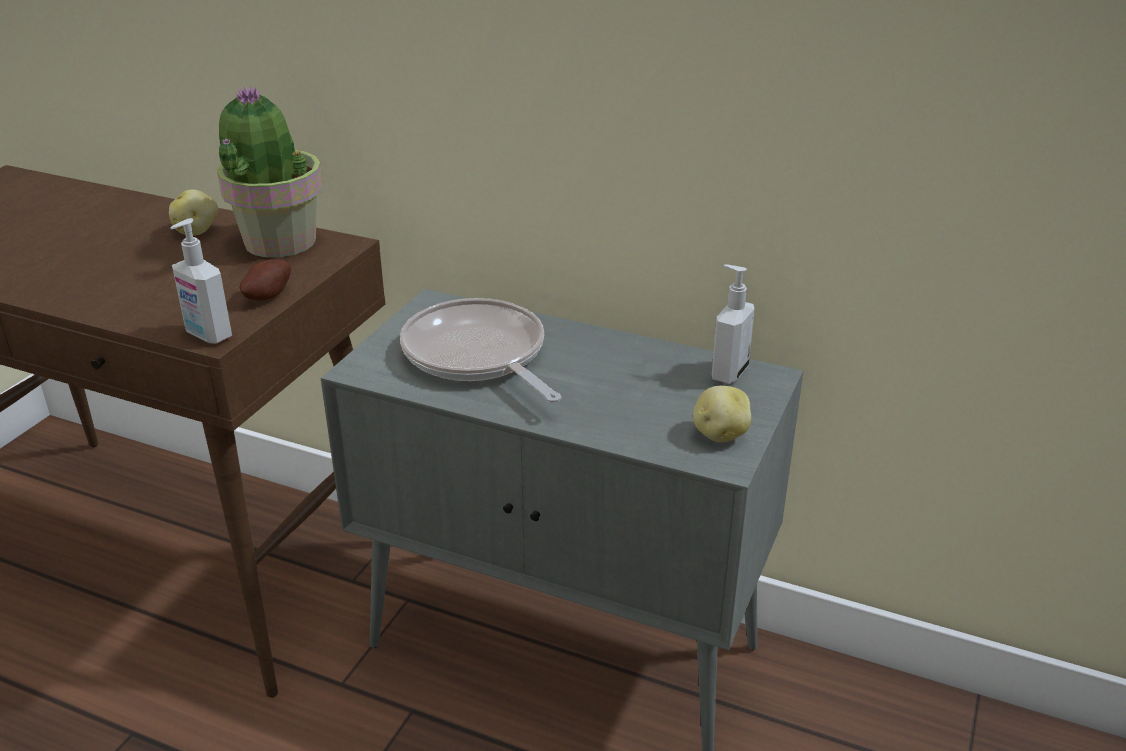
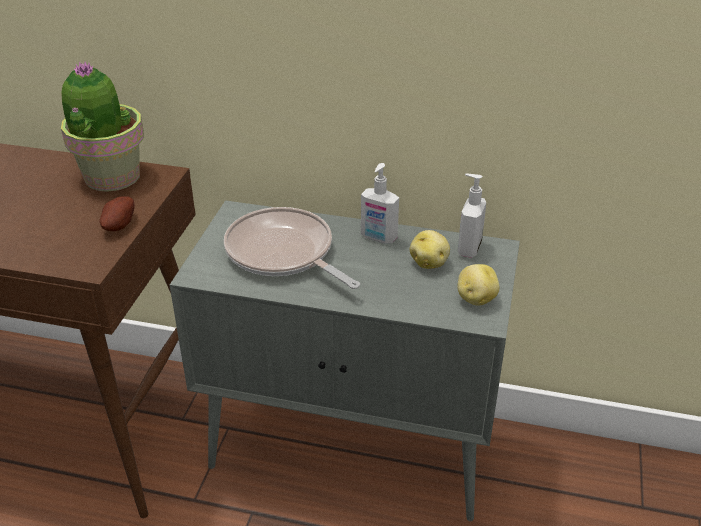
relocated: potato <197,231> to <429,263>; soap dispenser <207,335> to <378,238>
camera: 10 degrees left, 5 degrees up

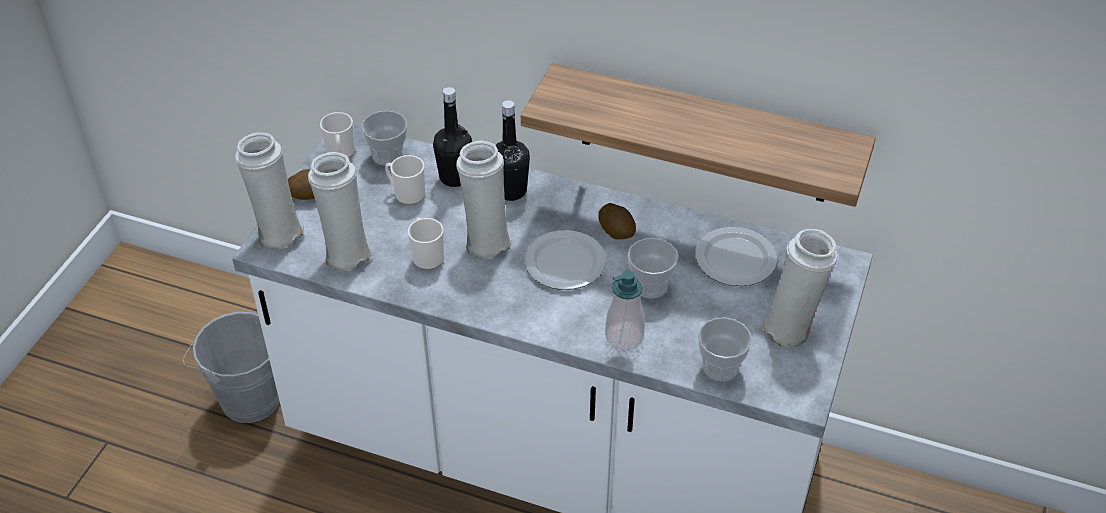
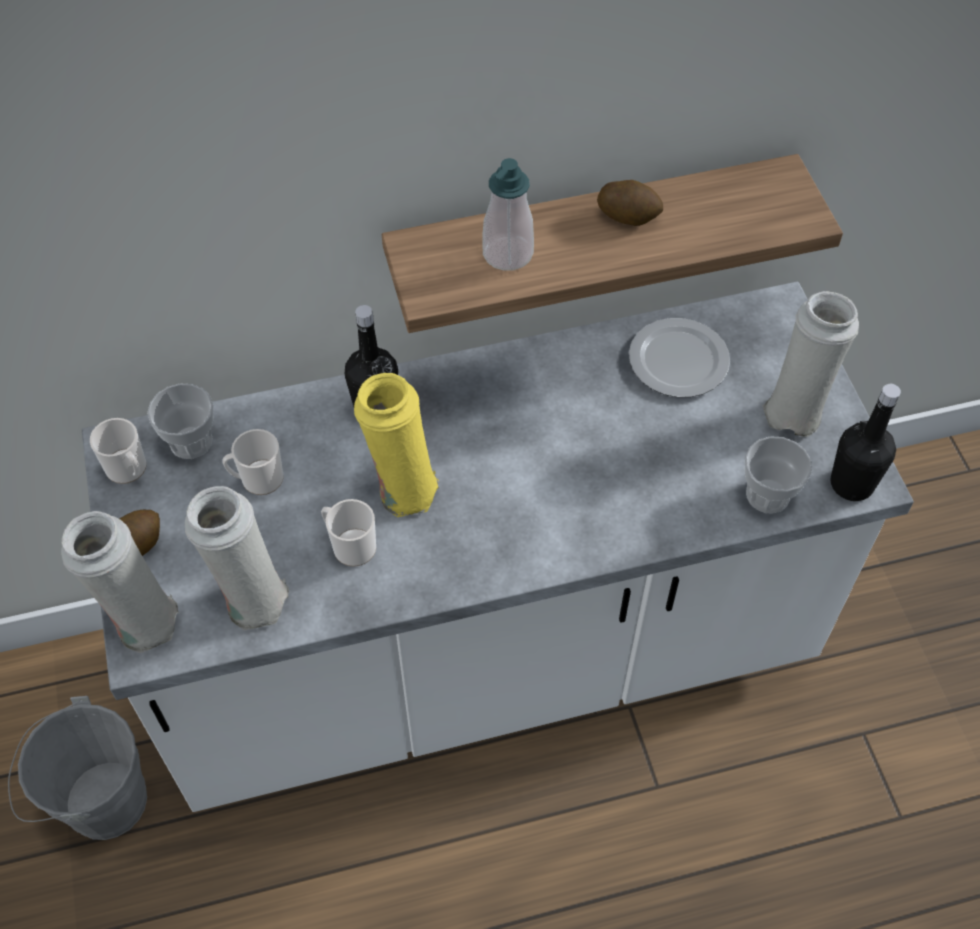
missing: plate <565,262>; cup <650,286>
relocated: bottle (black) <455,177> to <851,484>; potato <617,231> to <628,215>; soap dispenser <624,336> to <507,254>
colour: vase (white) <485,241> to vase (yellow) <402,489>
camera: 35 degrees left, 10 degrees up

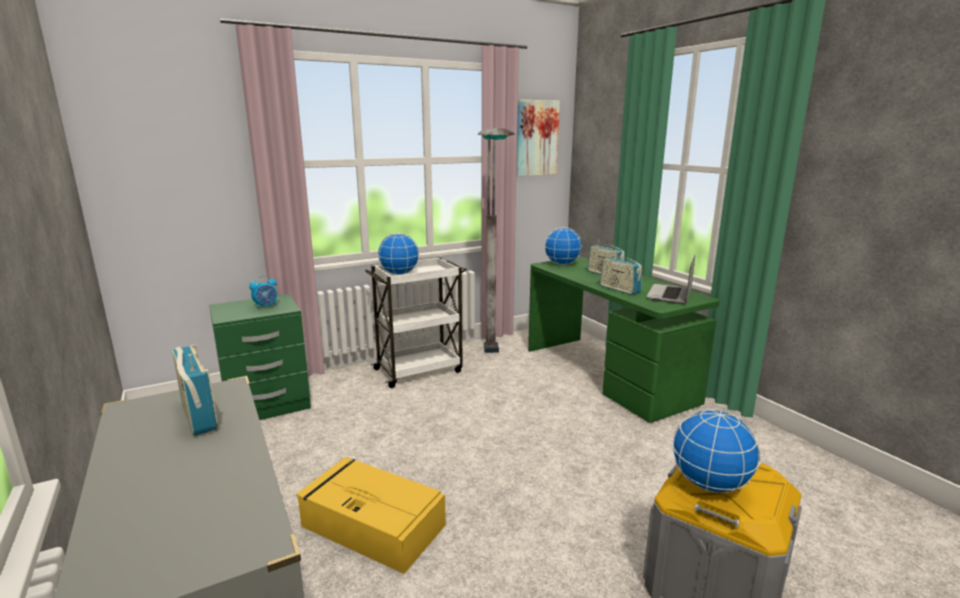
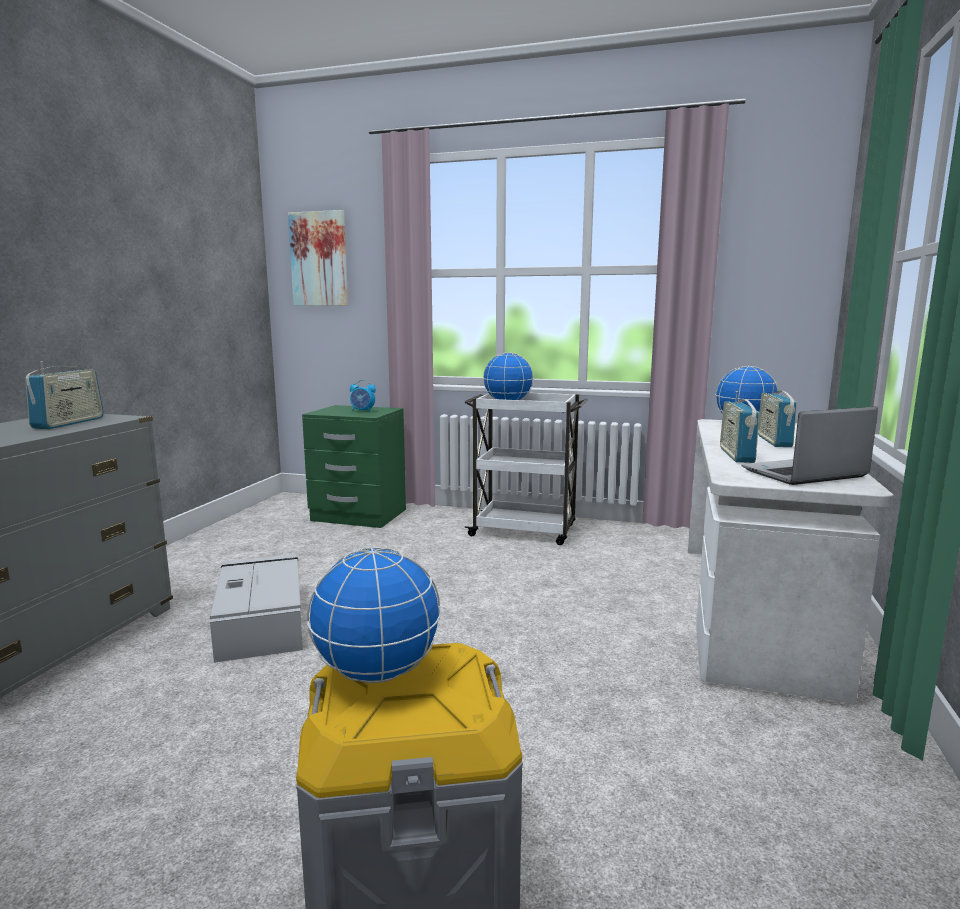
missing: floor lamp (grey) <493,362>
relocated: picture <536,138> to <319,259>
colour: storage box (yellow) <371,525> to storage box (grey) <261,620>; desk (green) <606,374> to desk (white) <755,610>
camera: 45 degrees right, 5 degrees down

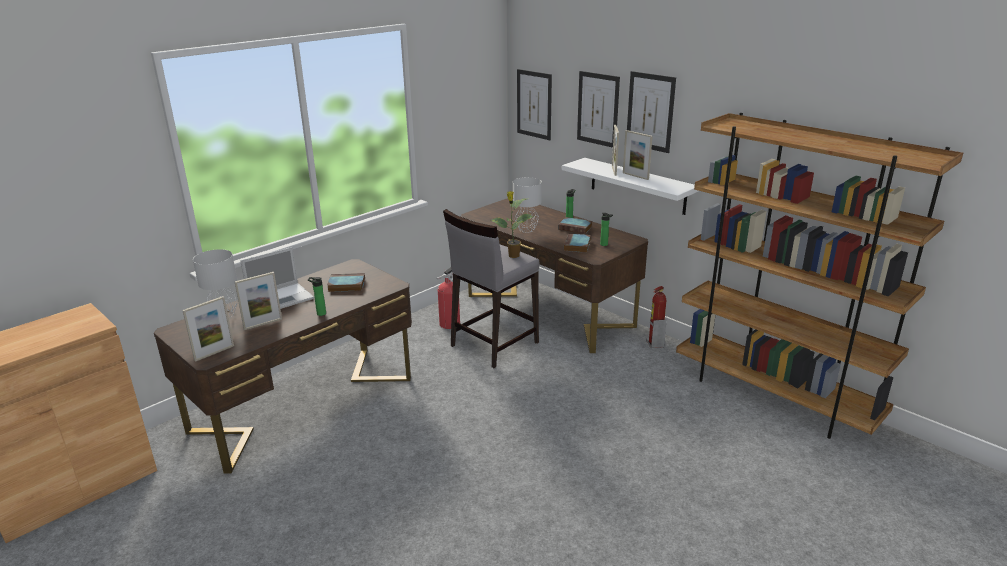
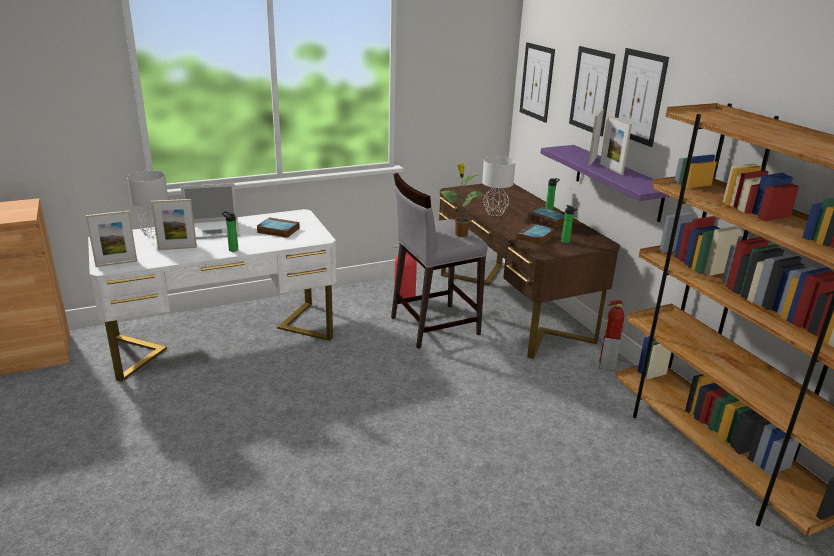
colour: desk (brown) <305,404> to desk (white) <224,338>; shelf (white) <637,186> to shelf (purple) <618,182>
camera: 20 degrees right, 0 degrees up

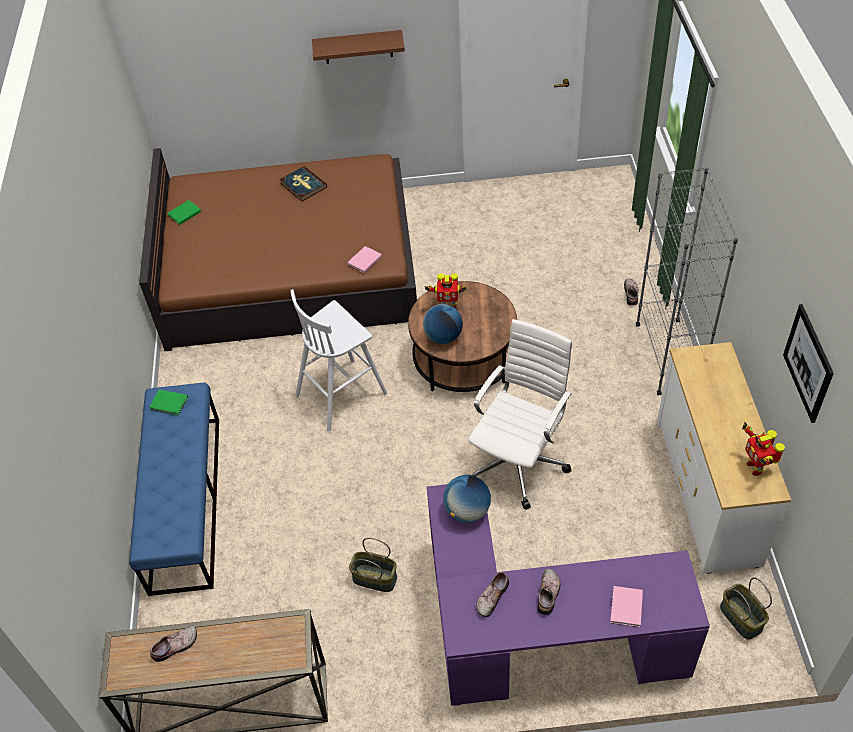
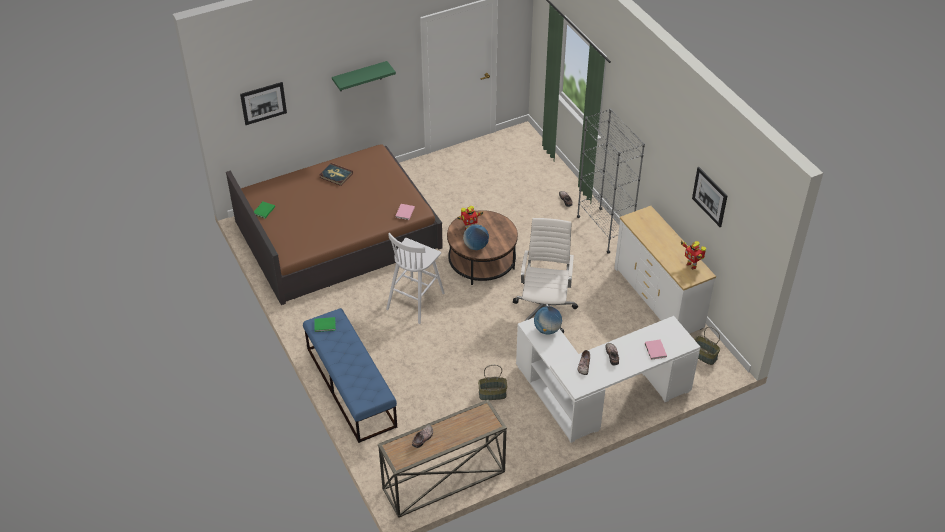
appeared: picture <263,103>
colour: shelf (brown) <358,47> to shelf (green) <360,76>; desk (purple) <536,636> to desk (white) <599,396>
camera: 25 degrees left, 5 degrees down

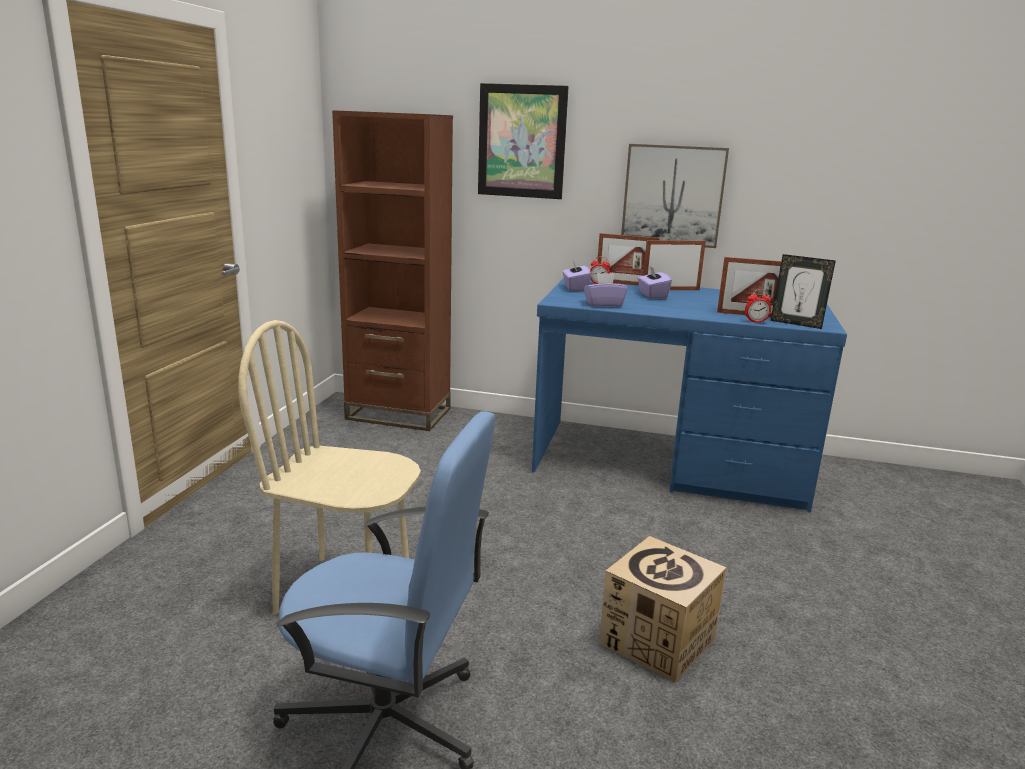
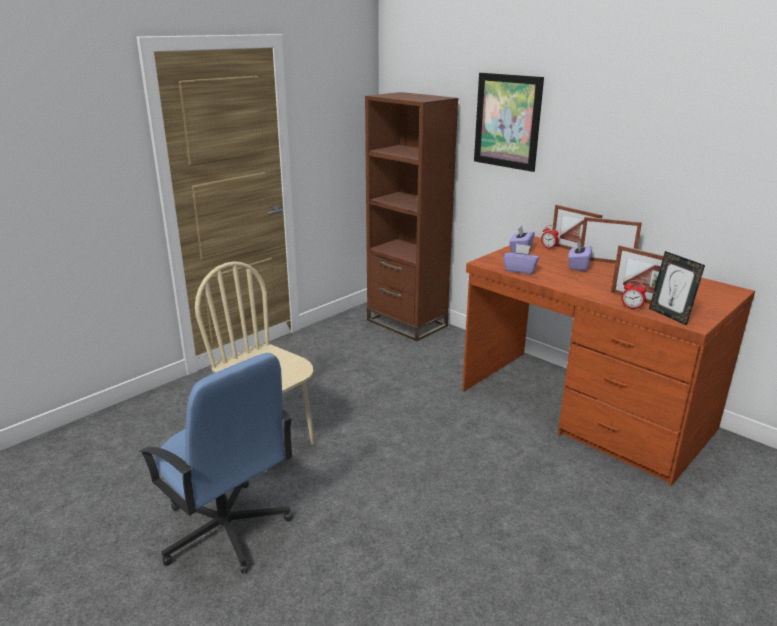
missing: cardboard box <657,641>; picture <673,195>
colour: desk (blue) <669,463> to desk (brown) <583,410>
camera: 30 degrees right, 5 degrees up

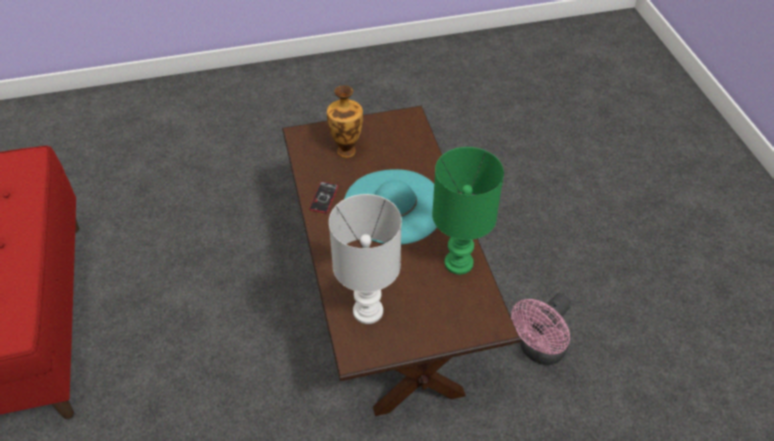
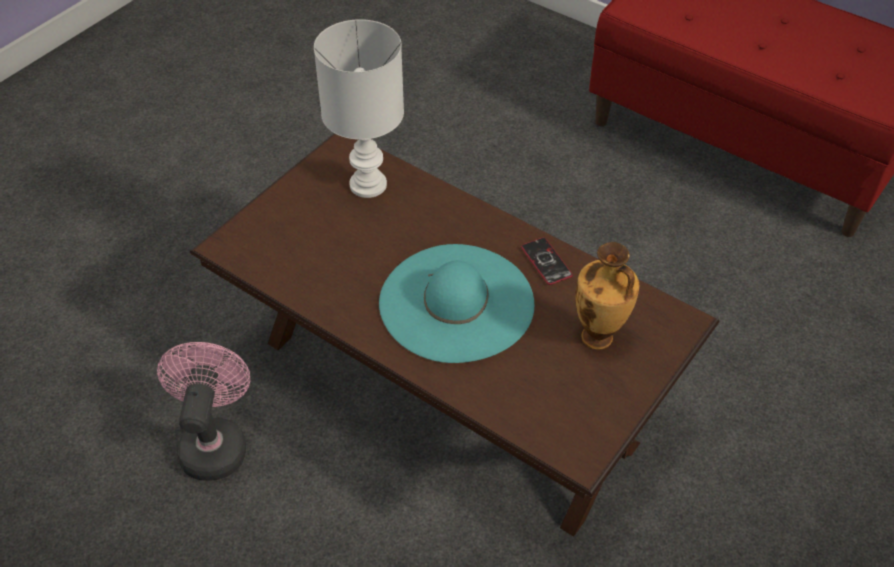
missing: table lamp (green) <459,264>
camera: 140 degrees right, 0 degrees up

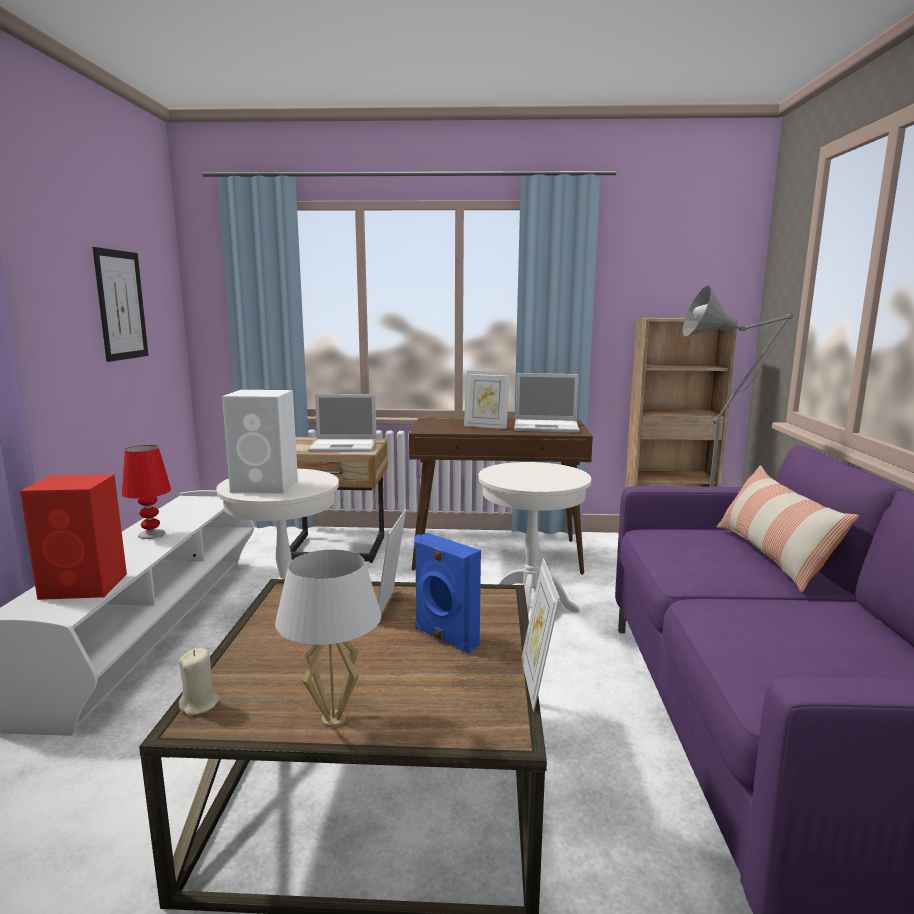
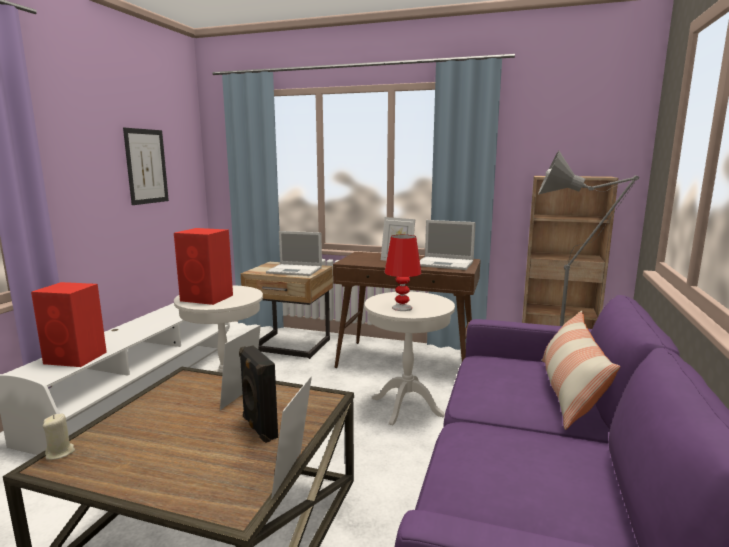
missing: table lamp (white) <333,719>
relocated: table lamp (red) <151,534> to <402,308>
colour: speaker (white) <266,486> to speaker (red) <208,298>; speaker (blue) <444,638> to speaker (black) <258,428>
camera: 15 degrees right, 0 degrees up

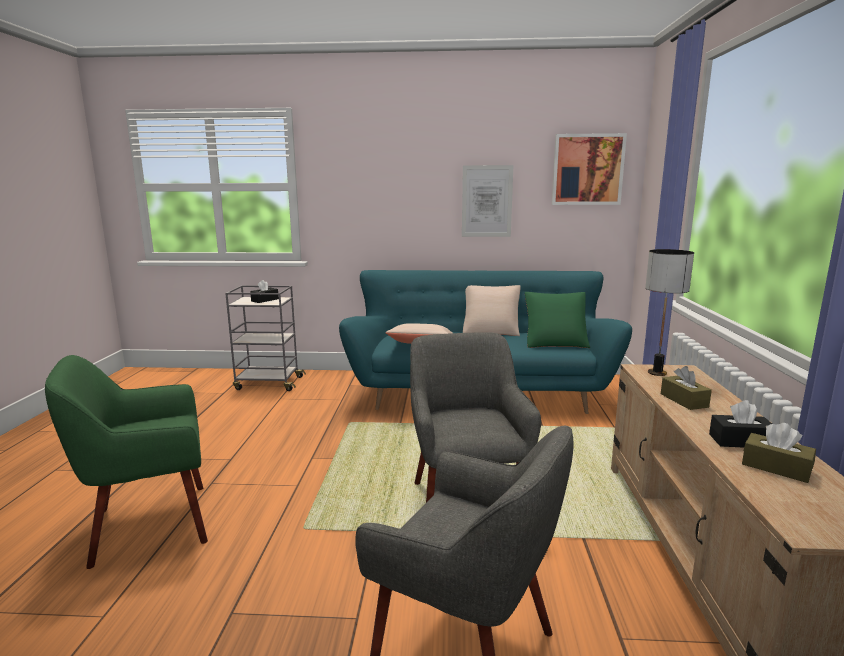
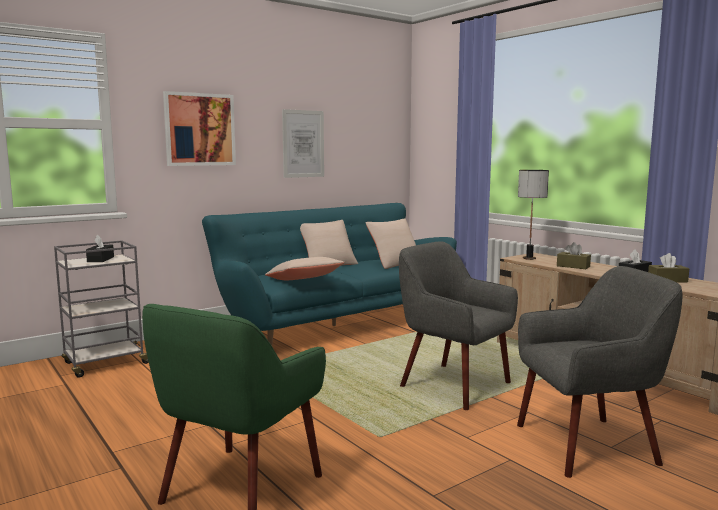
relocated: picture <587,169> to <199,129>
colour: pillow (green) <555,343> to pillow (beige) <395,263>
camera: 40 degrees left, 5 degrees down

